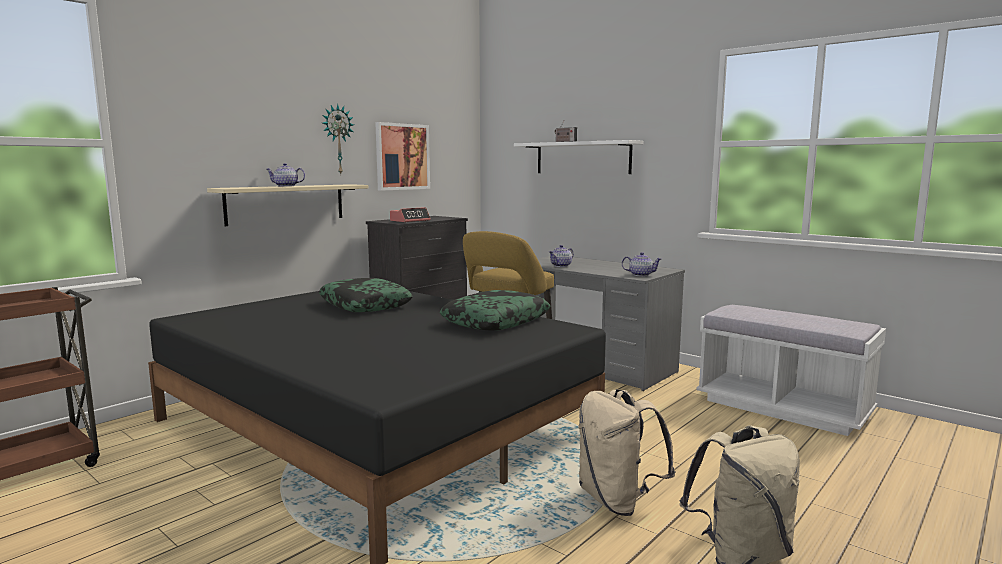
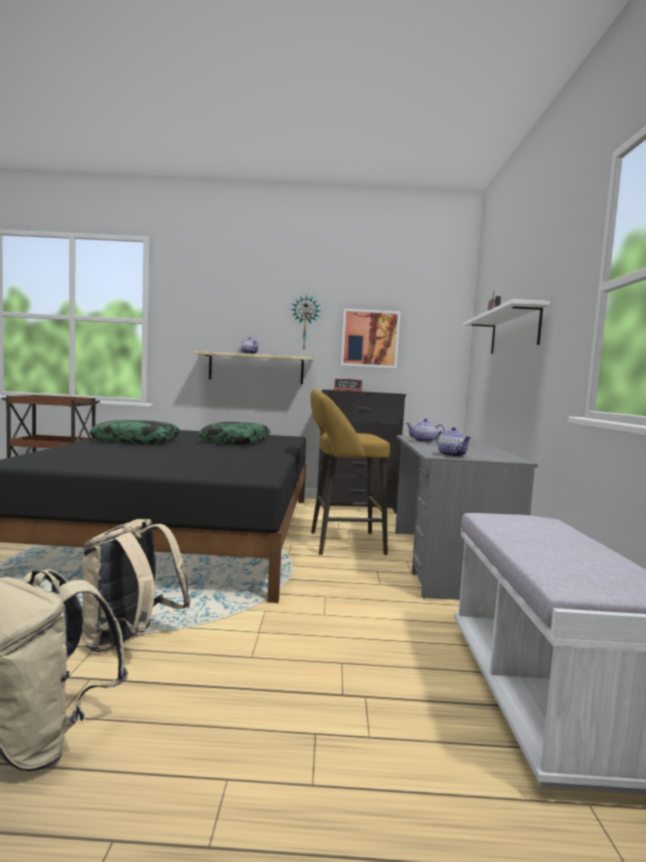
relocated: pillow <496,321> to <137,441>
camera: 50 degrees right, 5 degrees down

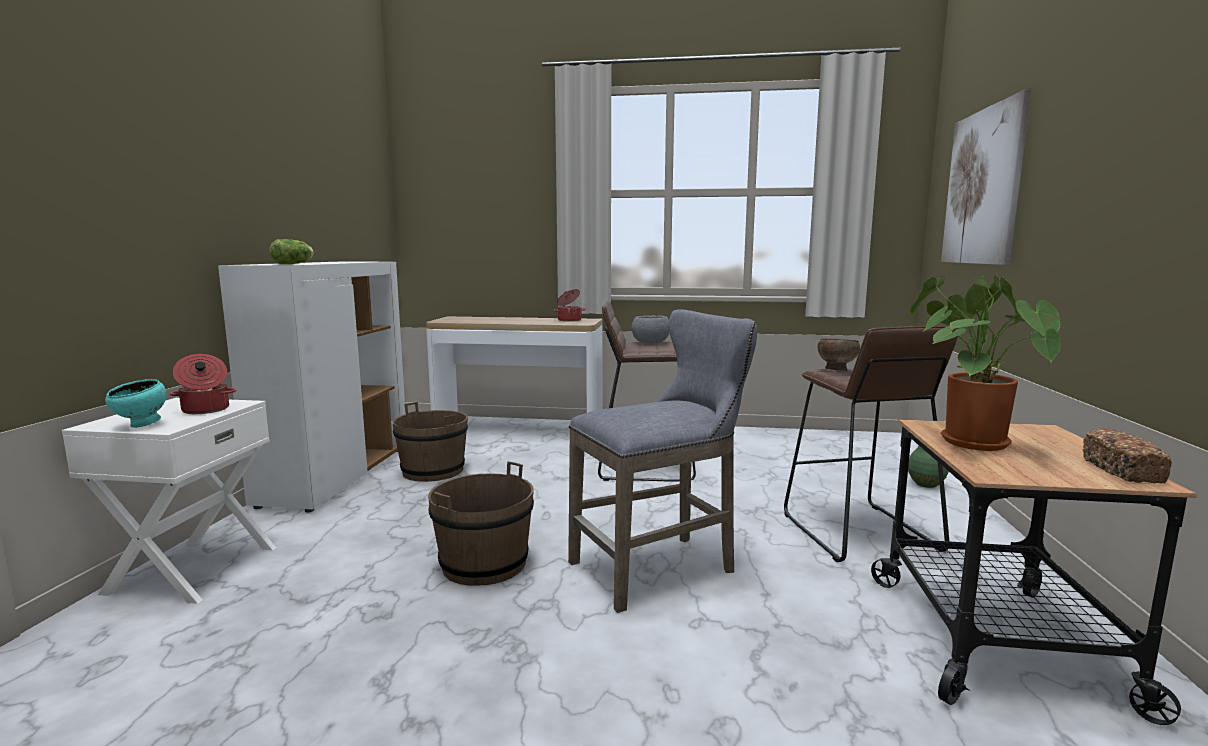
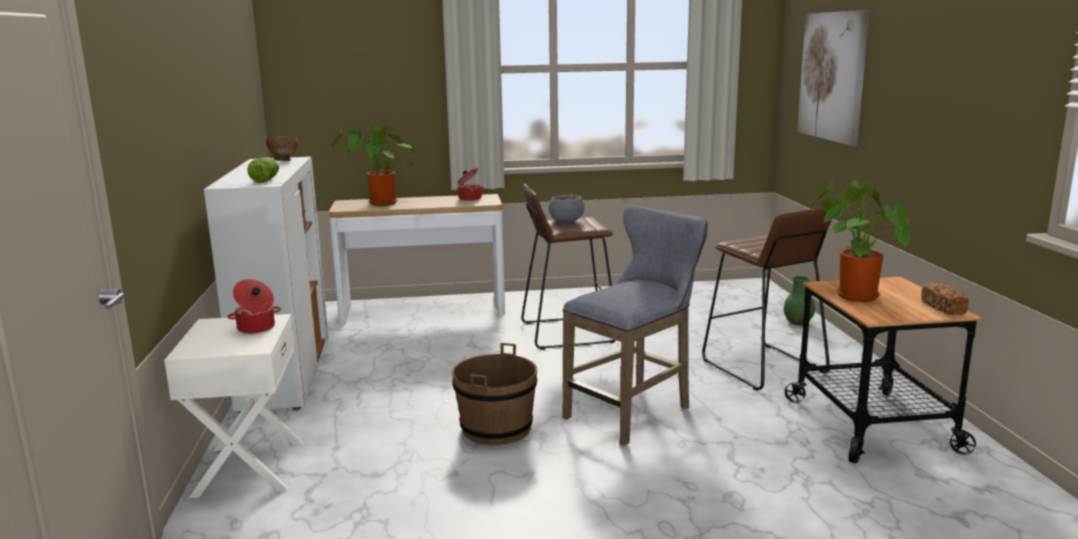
missing: bowl (turquoise) <141,425>; bucket (brown) <433,471>
appeared: potted plant <380,204>
relocated: bowl (brown) <835,371> to <283,161>
camera: 15 degrees left, 5 degrees up

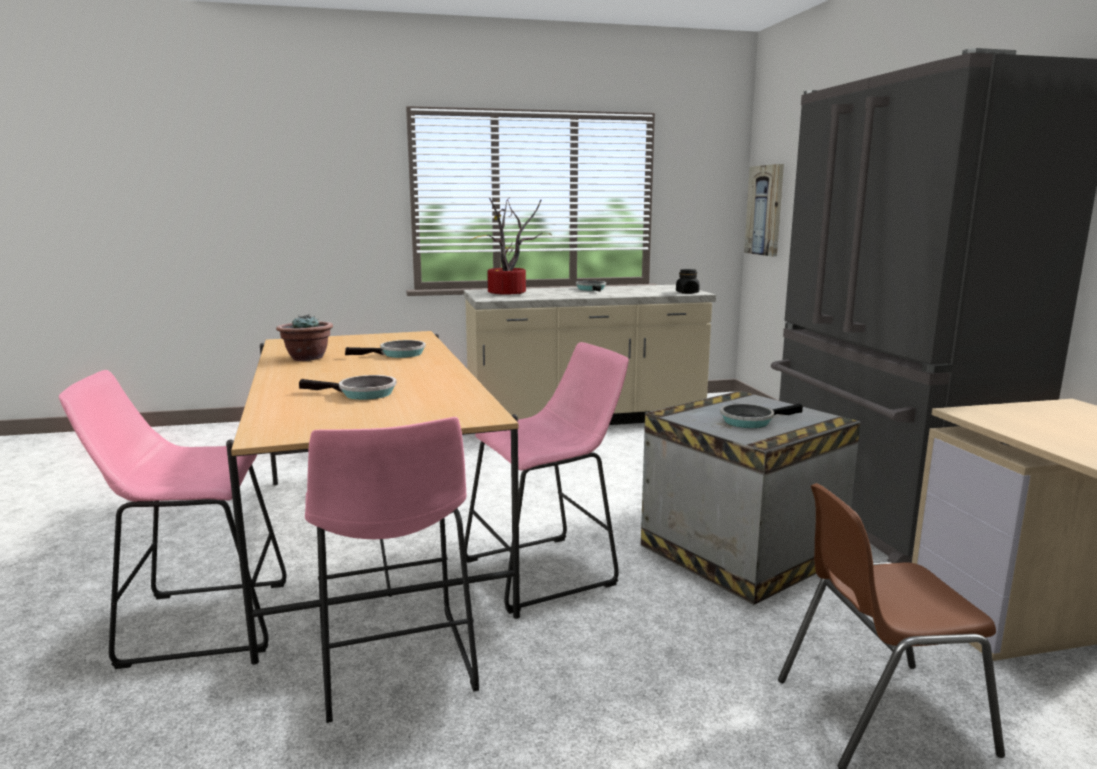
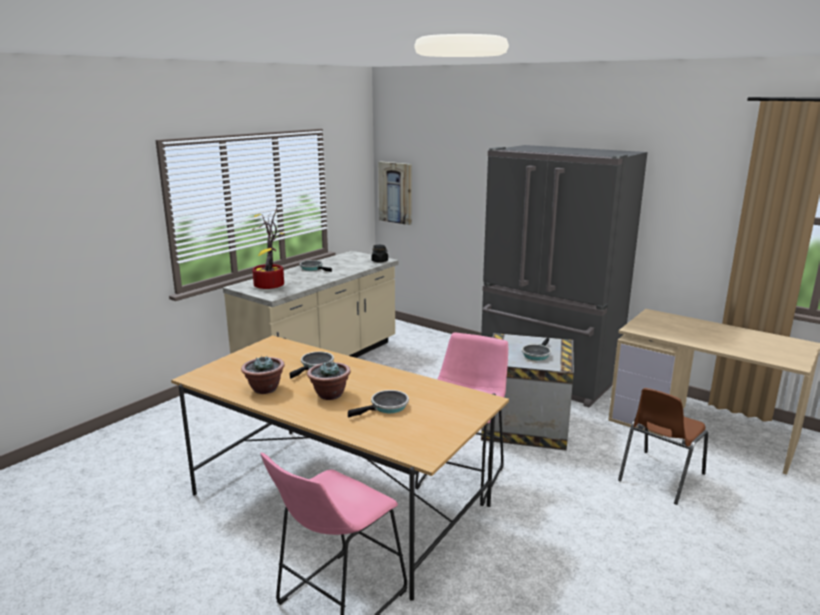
missing: stool (pink) <395,669>
appeared: potted plant <329,394>
camera: 40 degrees left, 5 degrees up

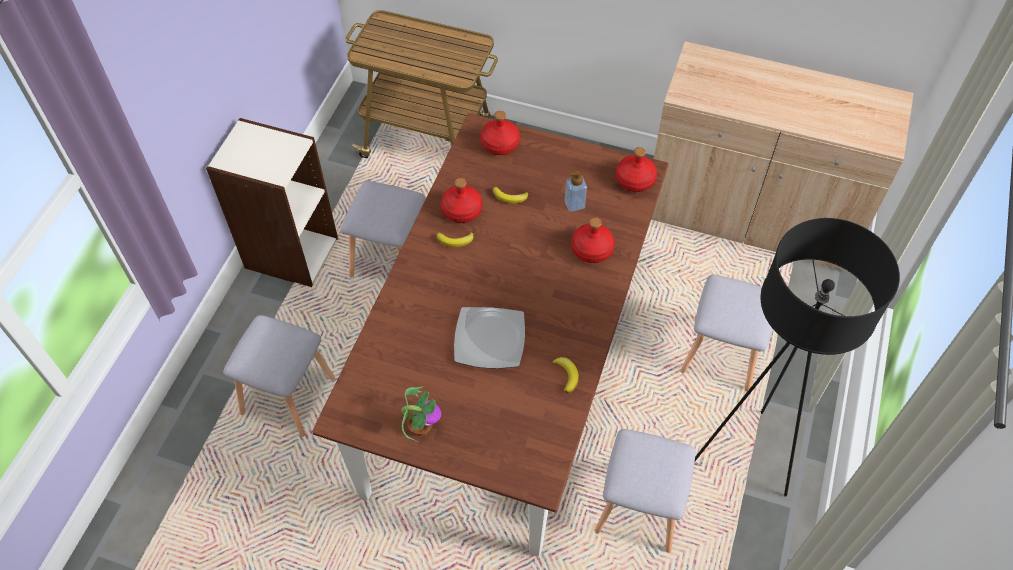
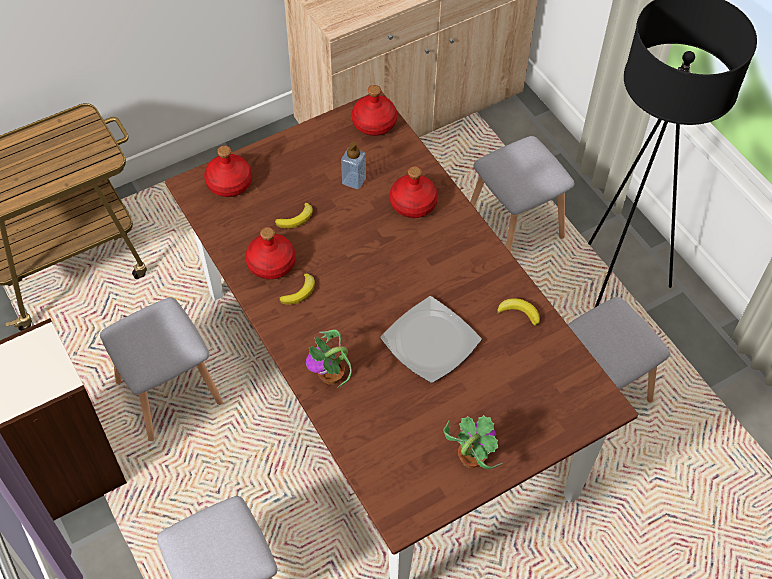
appeared: potted plant <331,376>
camera: 50 degrees left, 0 degrees up

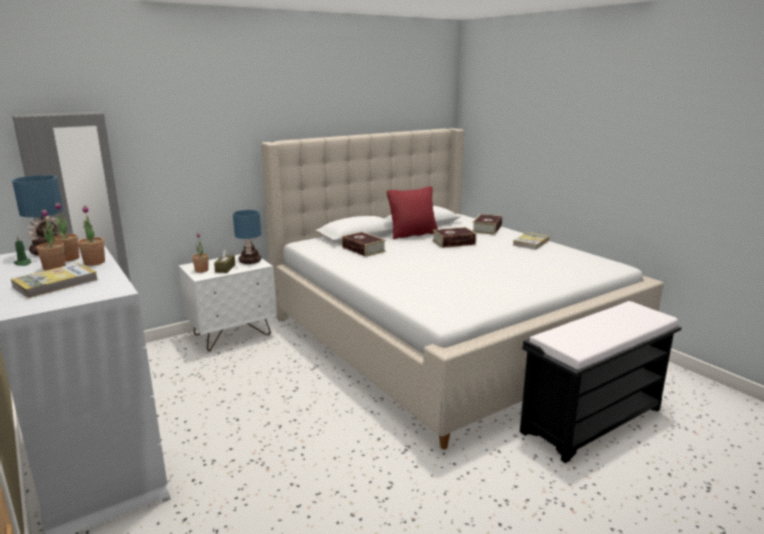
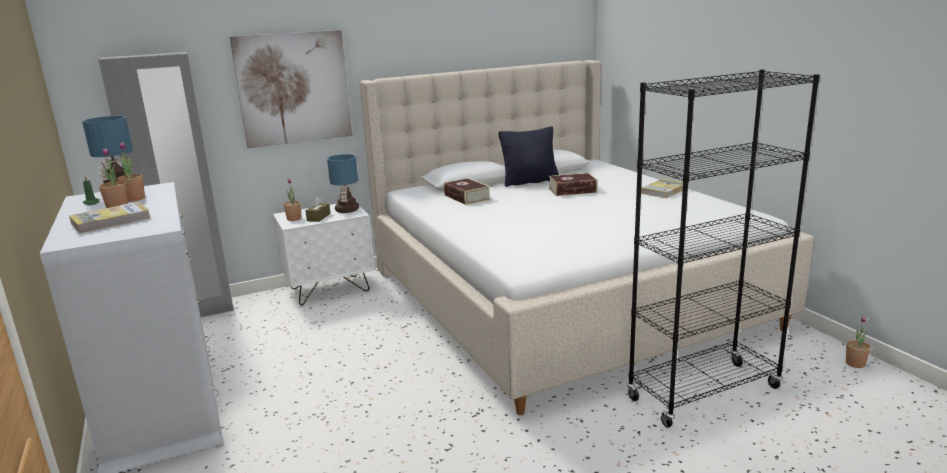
missing: book <487,229>
appeared: picture <294,88>
relocated: potted plant <94,262> to <855,363>
exchanged: bench (black) <592,419> to bookcase (black) <703,393>
colour: pillow (red) <413,234> to pillow (black) <530,182>
camera: 10 degrees right, 0 degrees up

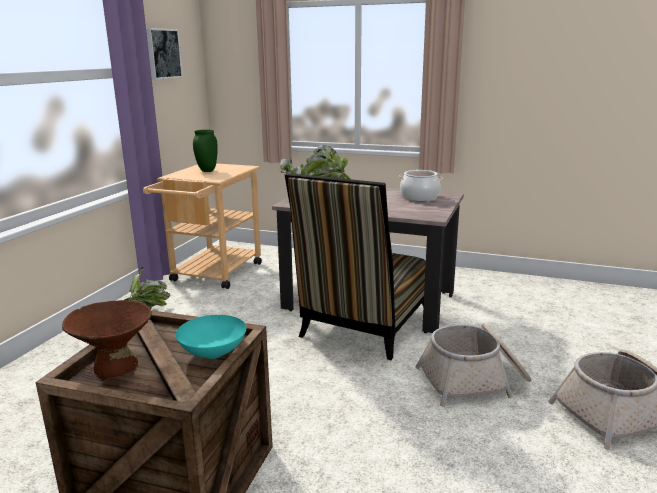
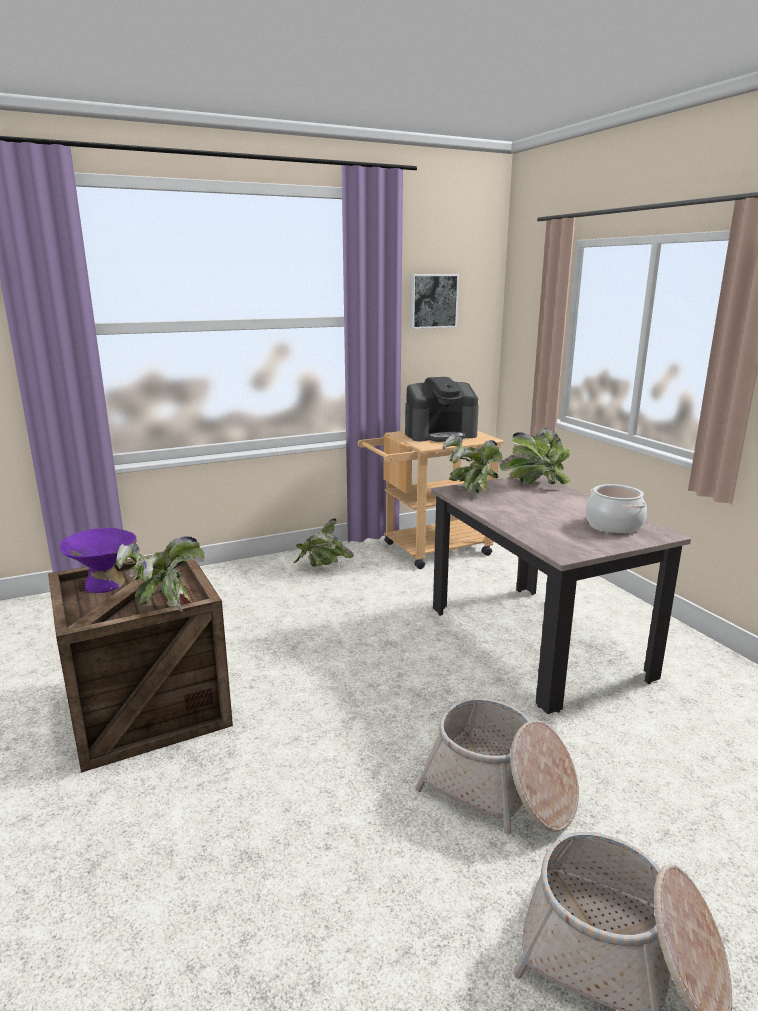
missing: chair <362,327>
exchanged: bowl (turquoise) <214,353> to potted plant <163,605>; vase (green) <207,171> to coffee machine <440,434>
colour: bowl (brown) <115,365> to bowl (purple) <105,584>
camera: 45 degrees right, 0 degrees up

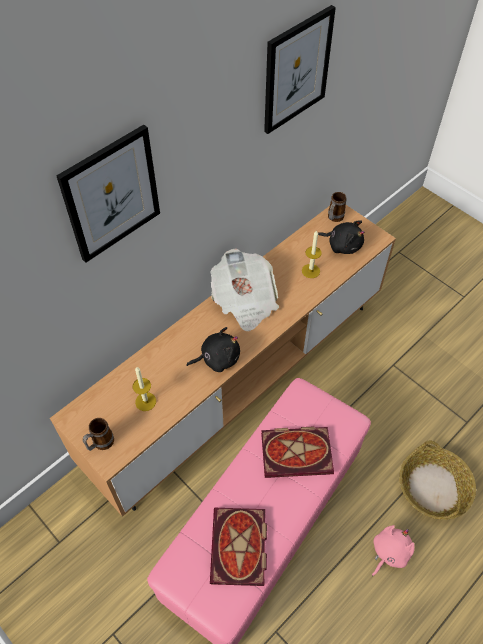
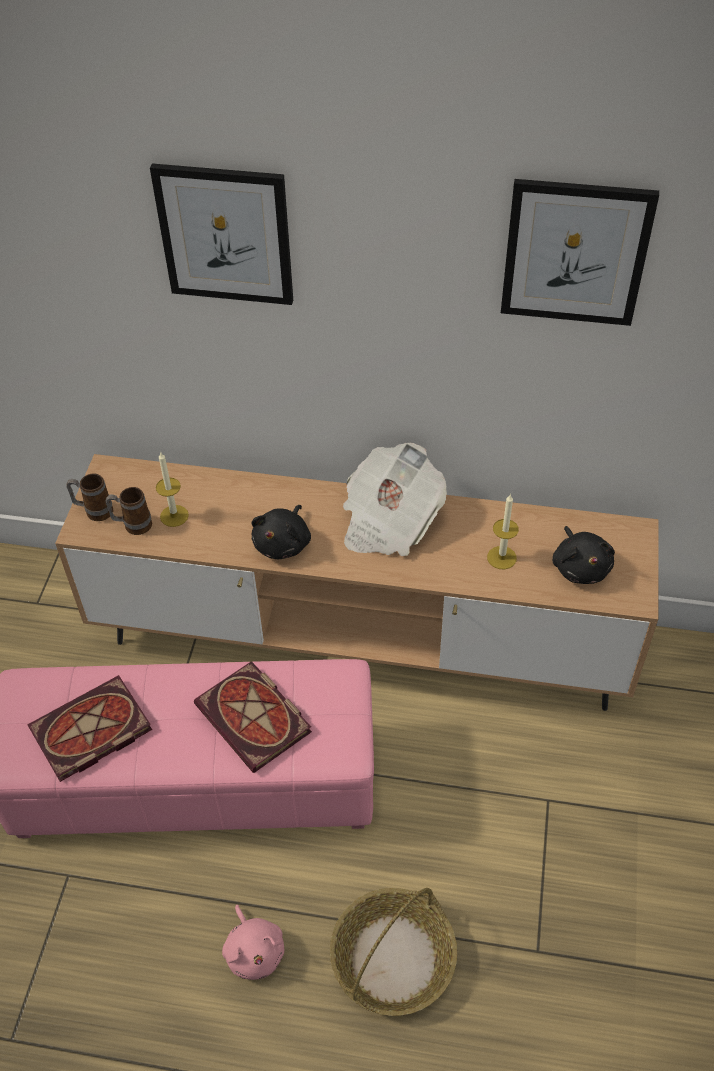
relocated: mug <334,218> to <132,525>
spun: plush toy (black) <217,358> = <283,543> 75 degrees clockwise; plush toy (pink) <389,552> = <254,951> 60 degrees clockwise
camera: 55 degrees right, 5 degrees down

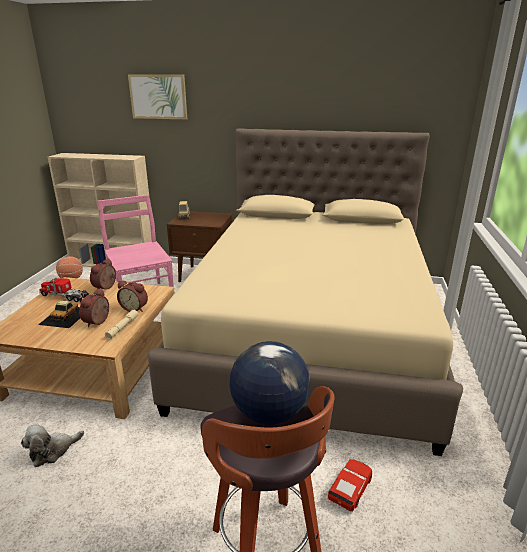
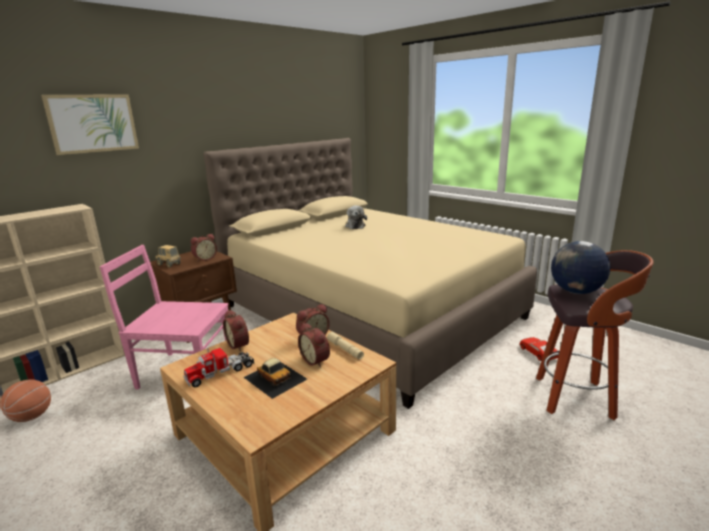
appeared: alarm clock <205,258>
relocated: plush toy <53,451> to <355,226>
camera: 55 degrees left, 5 degrees down

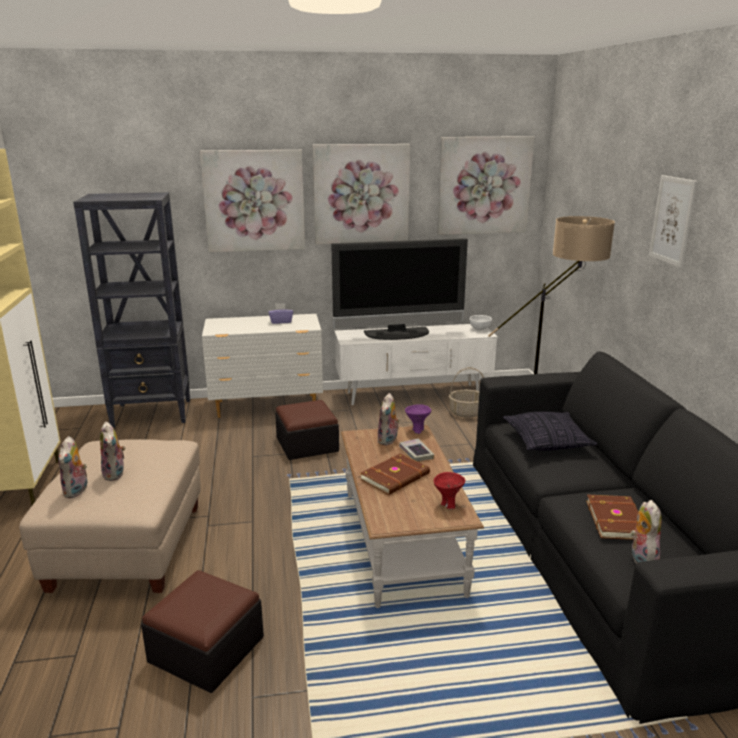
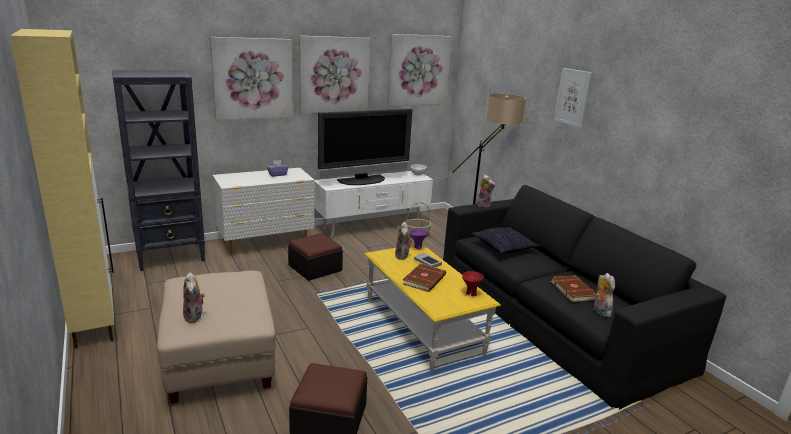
relocated: plush toy <115,474> to <484,205>
colour: coffee table (brown) <402,541> to coffee table (yellow) <422,326>
camera: 20 degrees left, 0 degrees up

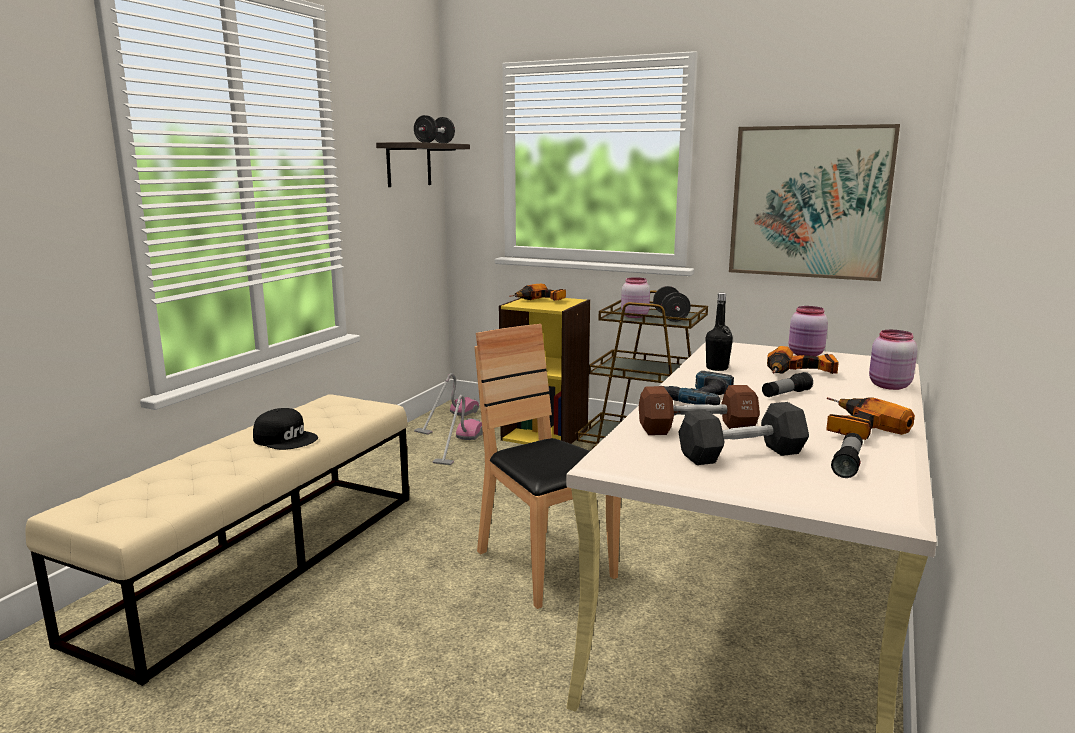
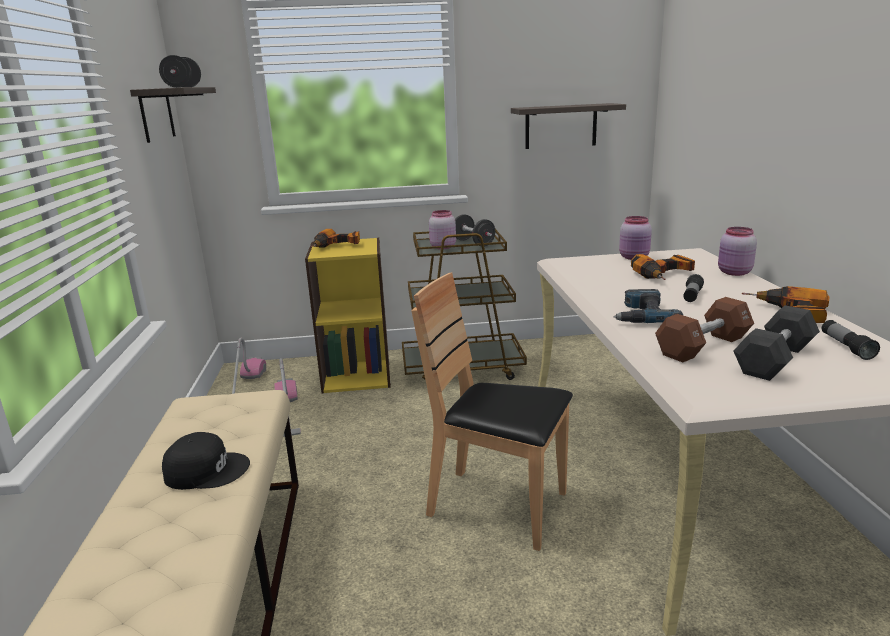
missing: bottle (black) <717,368>
exchanged: picture <809,202> to shelf <561,126>
camera: 30 degrees left, 5 degrees up

